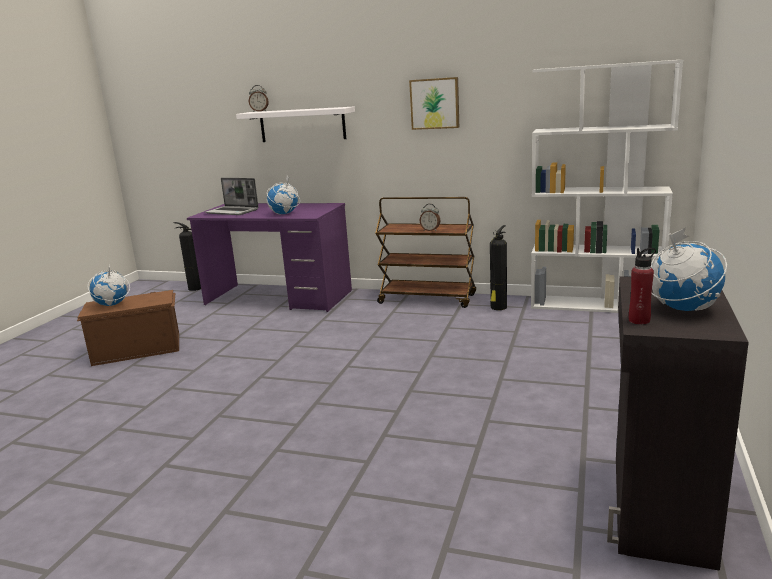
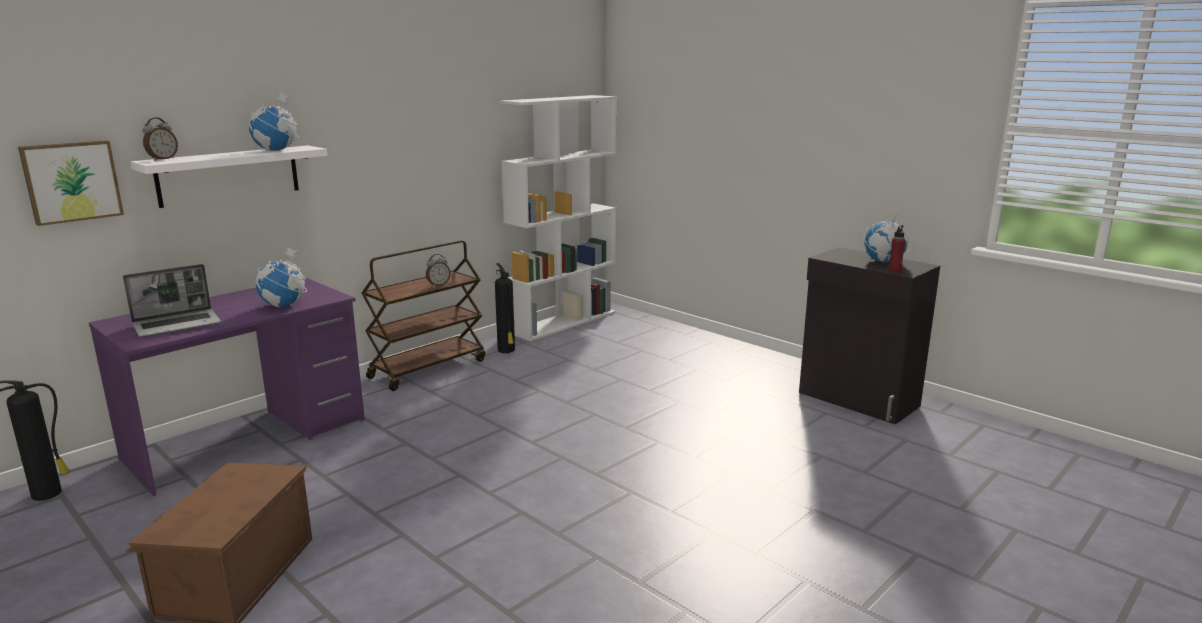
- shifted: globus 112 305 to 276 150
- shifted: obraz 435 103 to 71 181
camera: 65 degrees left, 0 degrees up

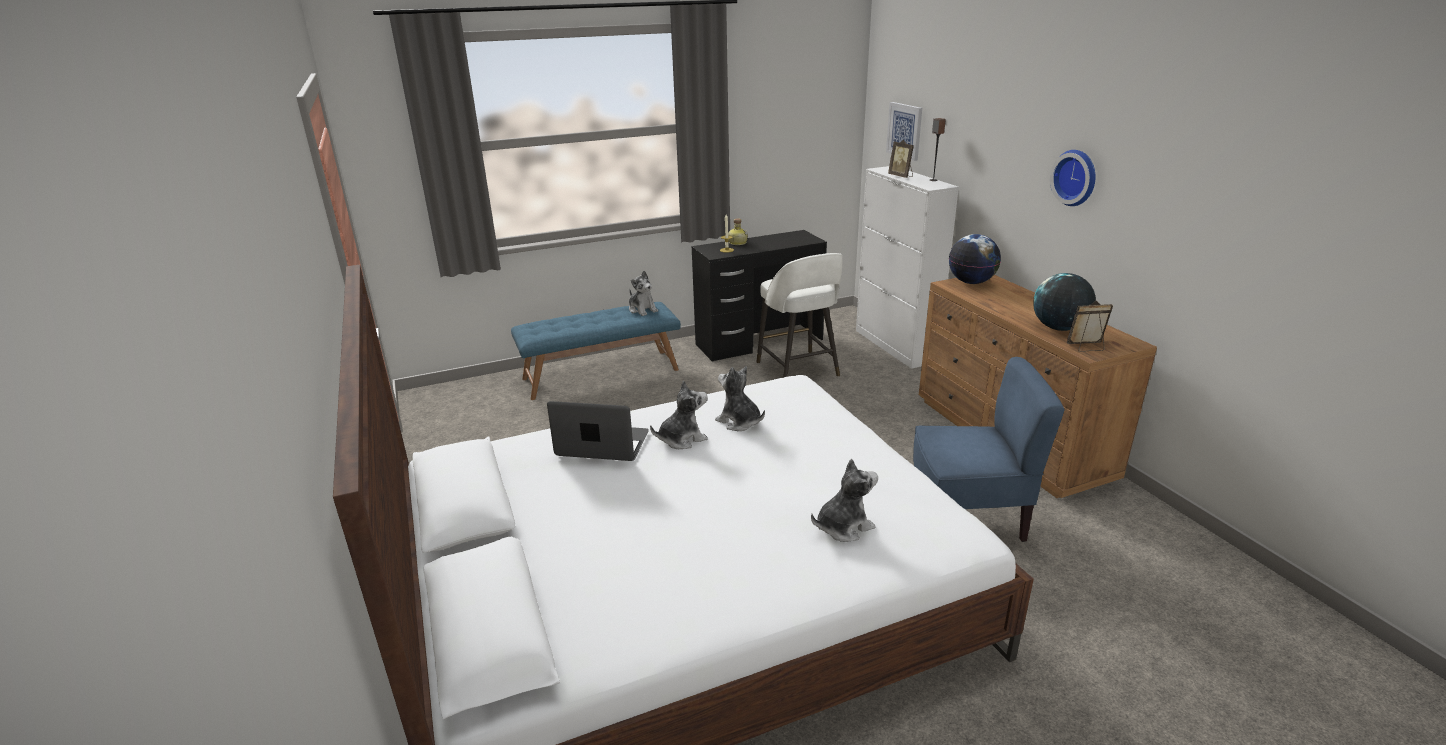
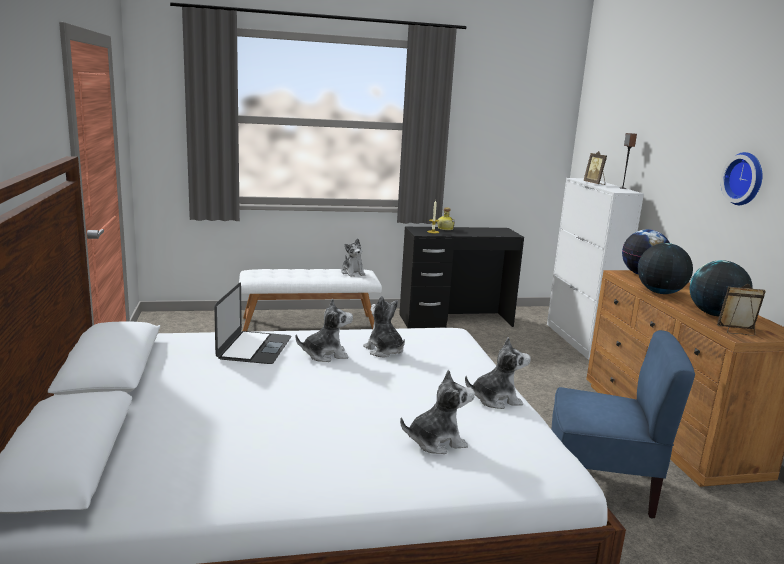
- repainted: ławka [niebieski] 601 374 to ławka [biały] 309 323
- rotated: laptop 602 444 = 254 347 75 degrees clockwise
- gone: stołek [biały] 798 370
- gone: obraz 905 130
- new: pluszak 496 399
- new: globus 660 293
camera: 10 degrees right, 10 degrees down

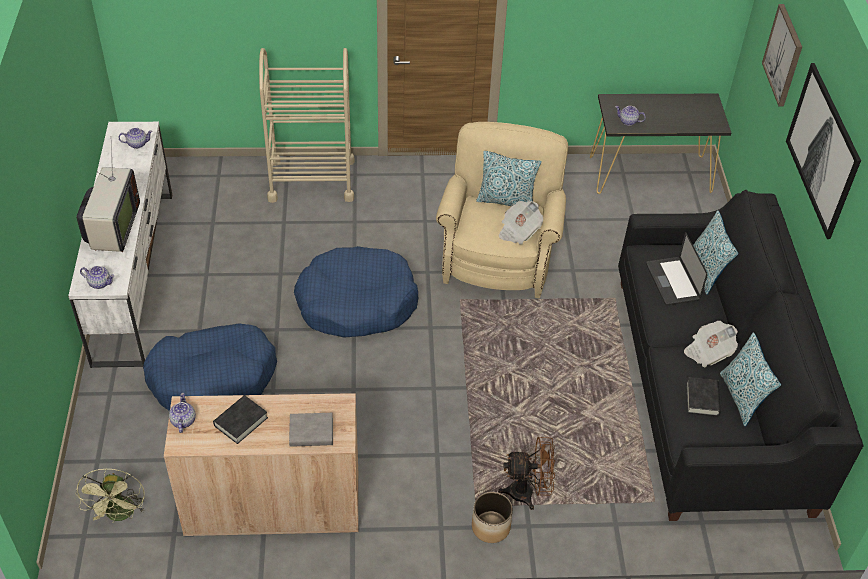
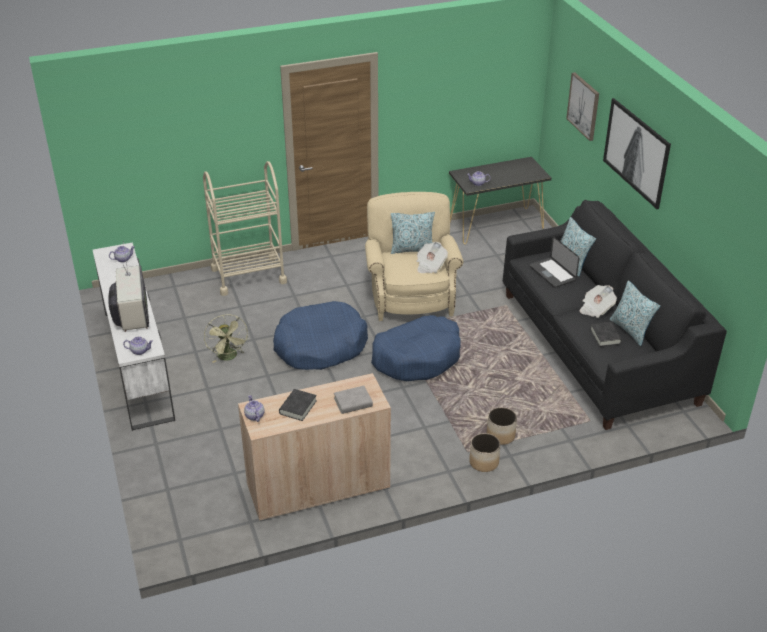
- shifted: wentylator [zielony] 120 515 to 229 357
- shifted: legowisko [niebieski] 213 378 to 417 357
- swapped: wentylator [brązowy] 528 493 to donica 500 435
camera: 15 degrees left, 10 degrees down

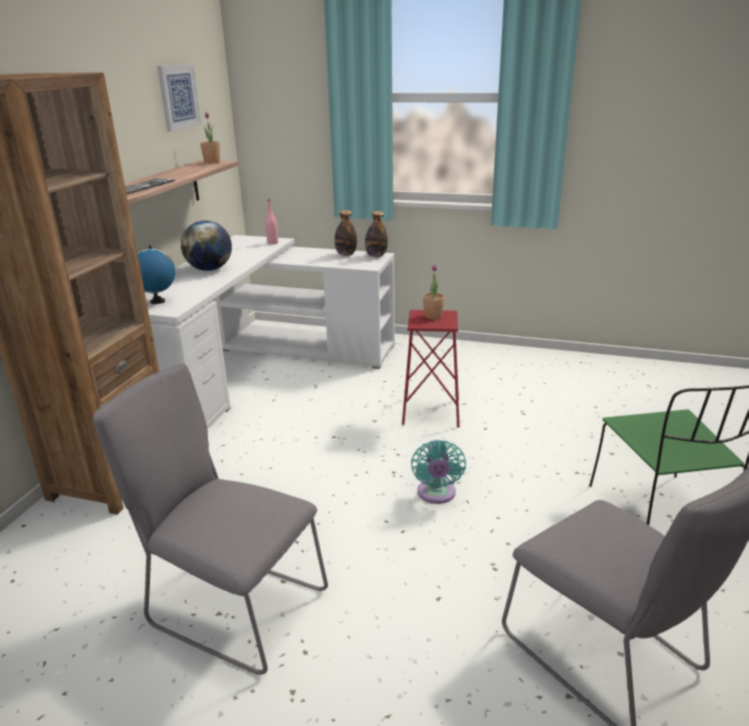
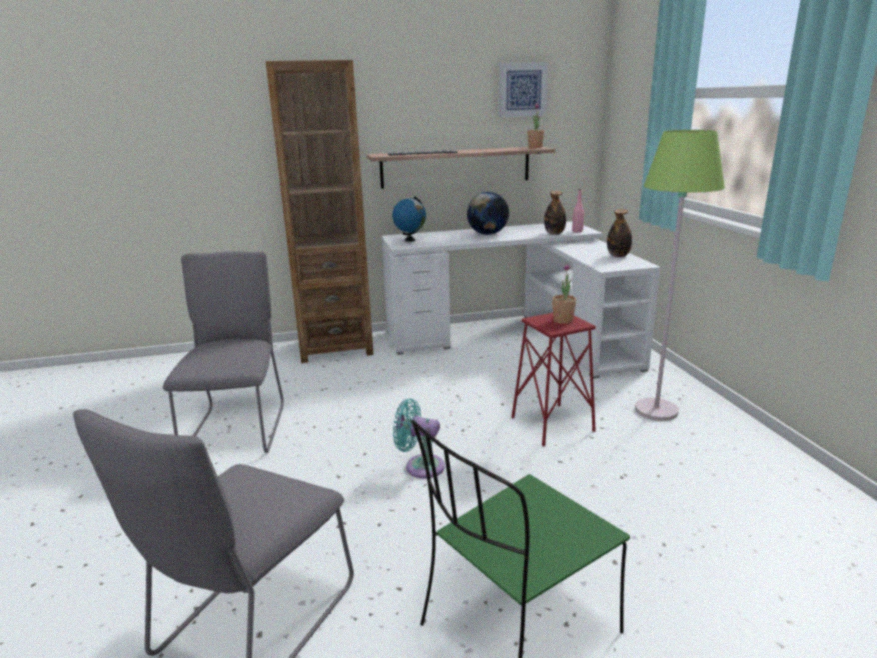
- shifted: butelka 376 256 to 554 233
- rotated: wentylator [turkusowy] 436 494 = 420 466 45 degrees clockwise
- new: lampa stojąca [zielony] 656 410
camera: 60 degrees right, 5 degrees down

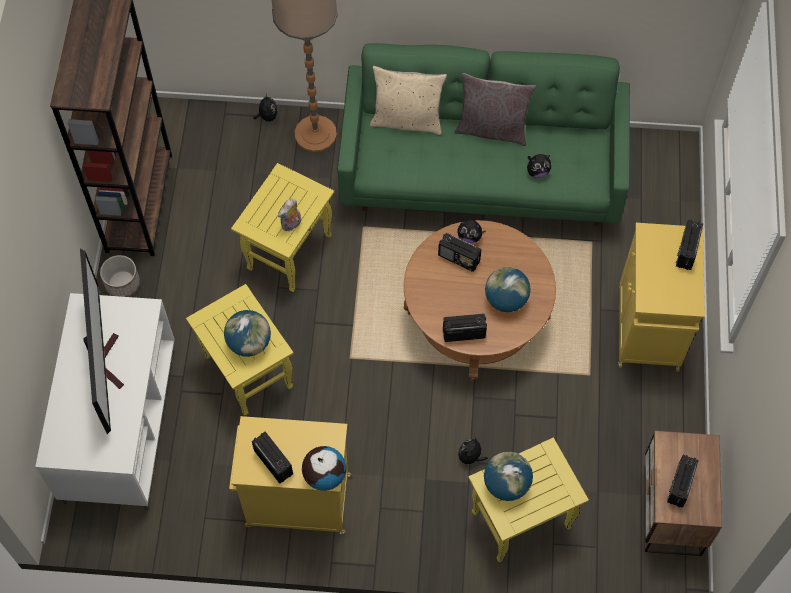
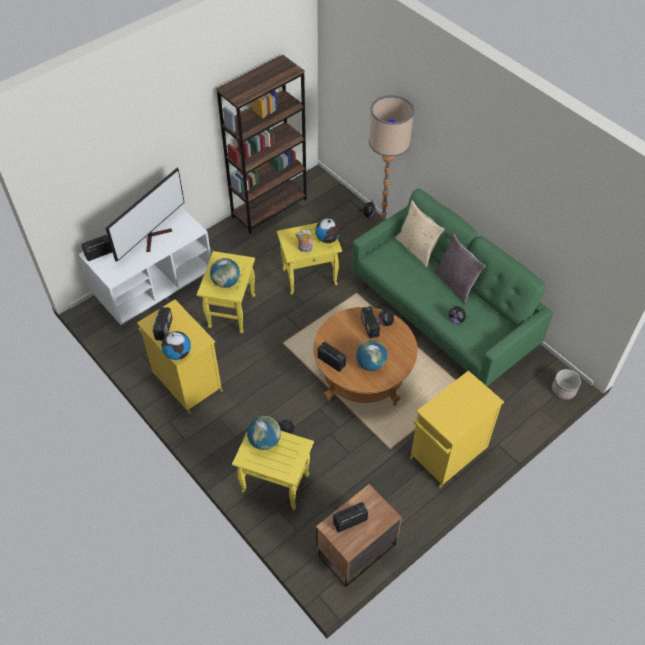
- shifted: donica 122 284 to 563 390
- shifted: radio 686 251 to 98 253
- new: globus 327 239
camera: 45 degrees right, 10 degrees down

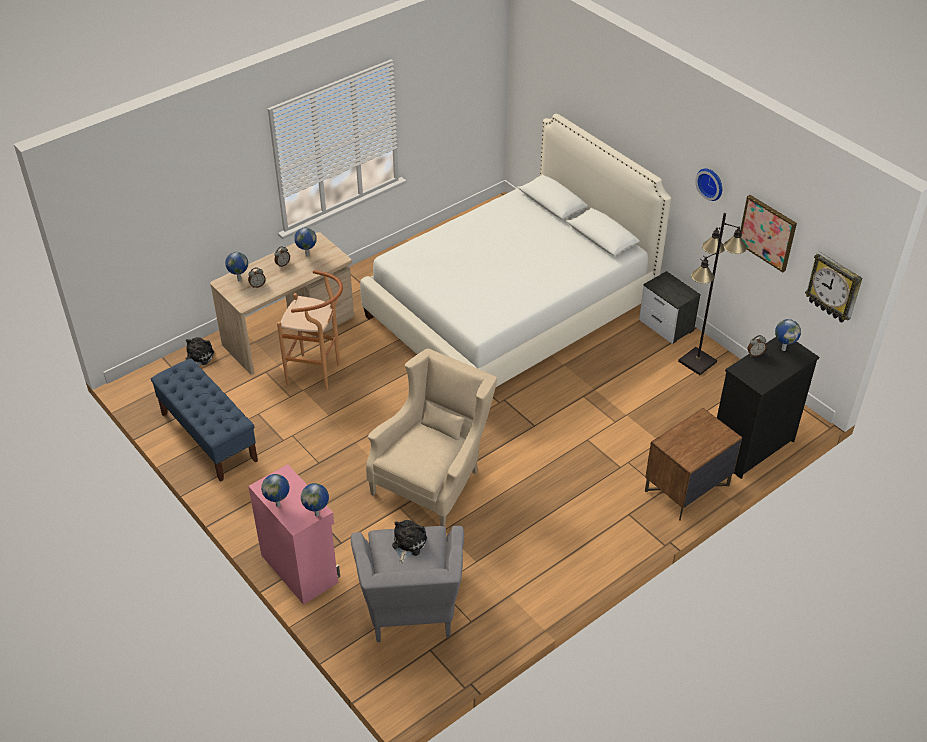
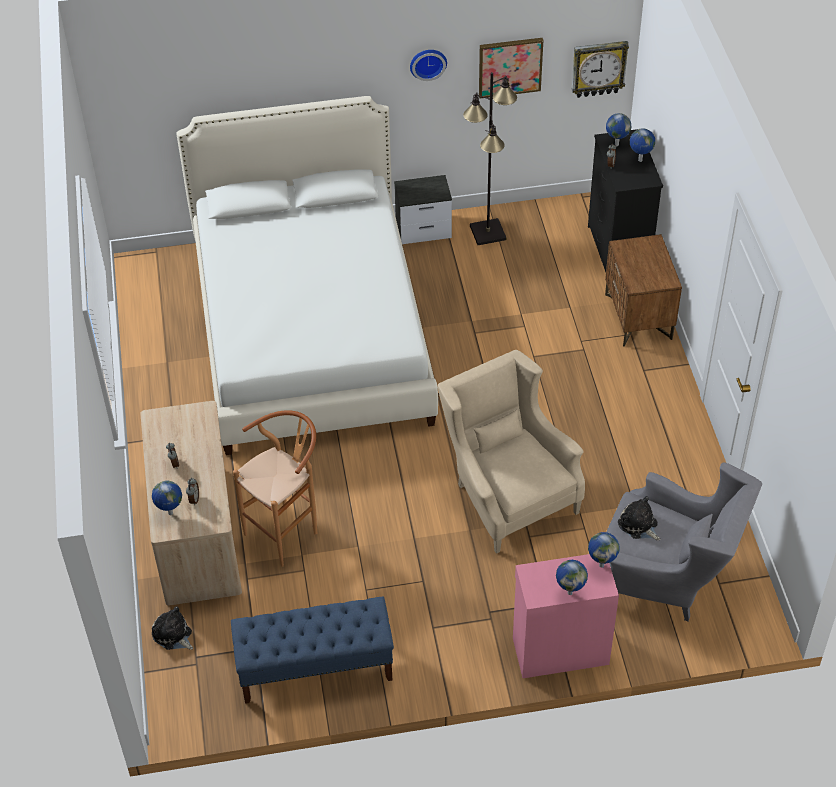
- shifted: globus 306 255 to 640 160
camera: 60 degrees left, 5 degrees up

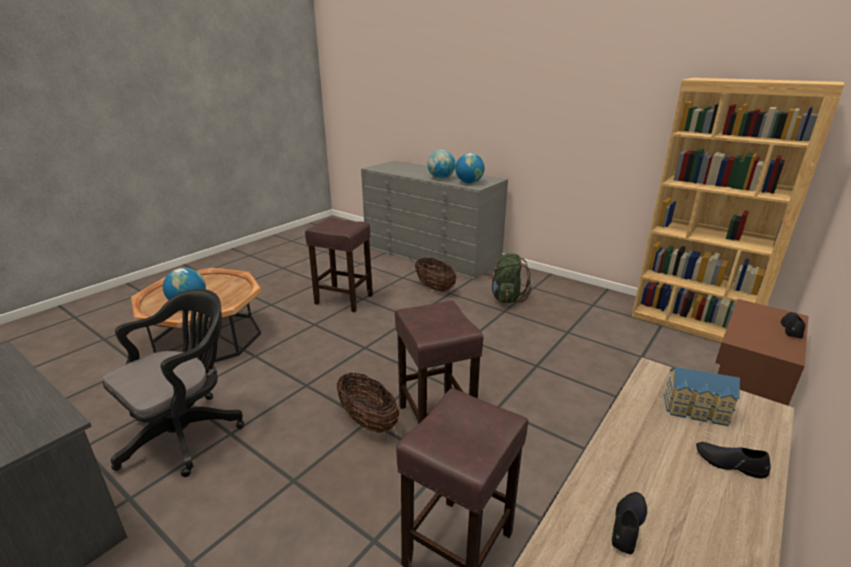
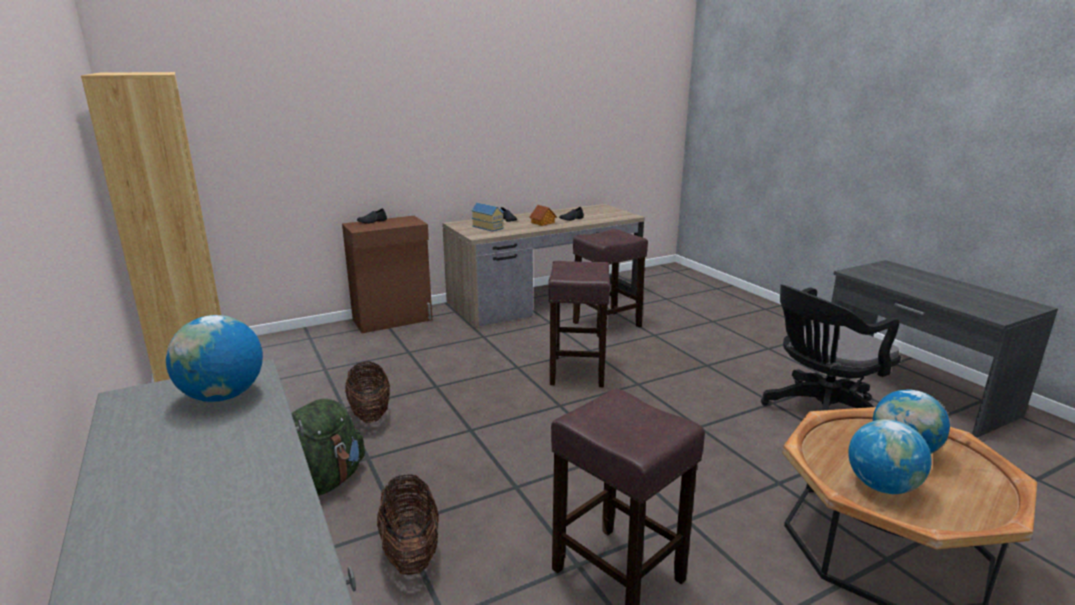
- shifted: koszyk 368 421 to 370 413
- shifted: globus 441 178 to 881 486
- new: domek 543 223
camera: 155 degrees left, 5 degrees down

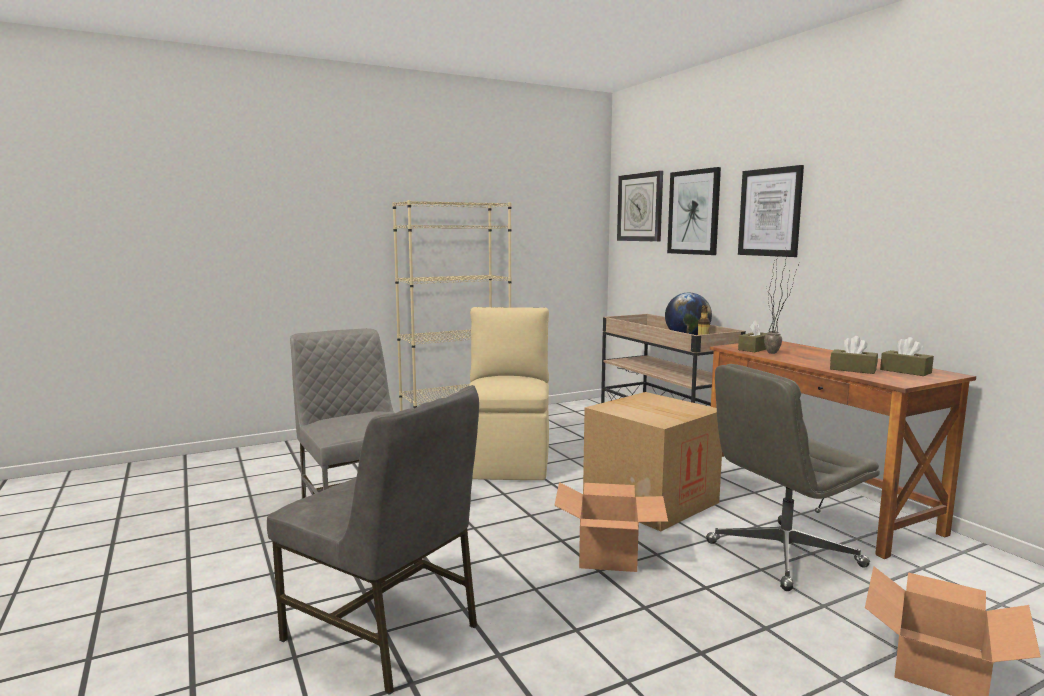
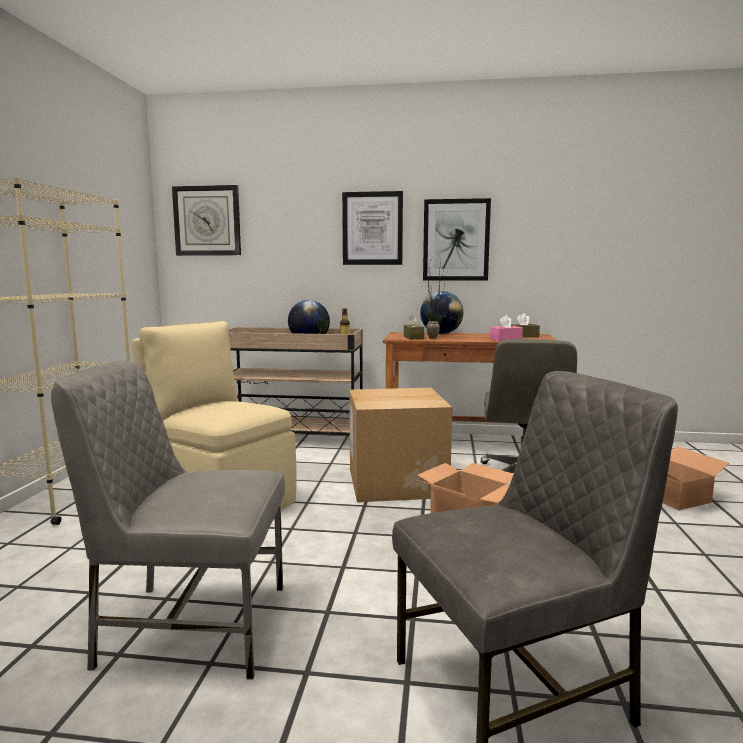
- shifted: obraz 694 212 to 456 240
- repainted: pudełko chusteczek [brązowy] 853 369 to pudełko chusteczek [różowy] 506 339
- new: globus 441 334
camera: 55 degrees left, 0 degrees up

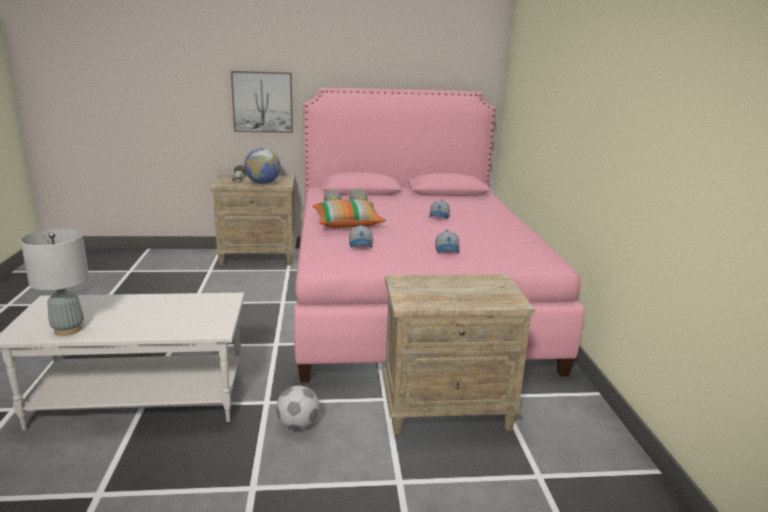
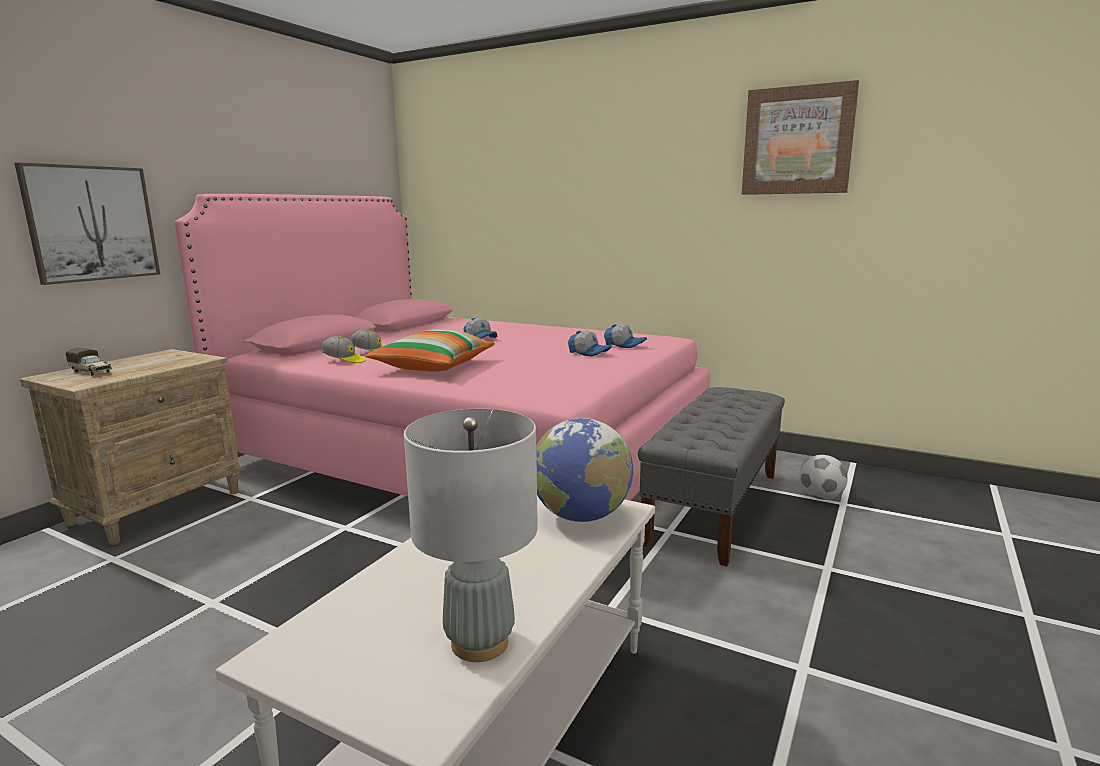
- shifted: globus 263 183 to 581 516
- shifted: piłka futbolowa 298 425 to 821 497
- shifted: czapka z daszkiem 361 244 to 624 345
- swapped: szafka nocna [beżowy] 448 409 to ławka [szary] 714 506
- new: obraz 797 141
camera: 55 degrees left, 5 degrees down

